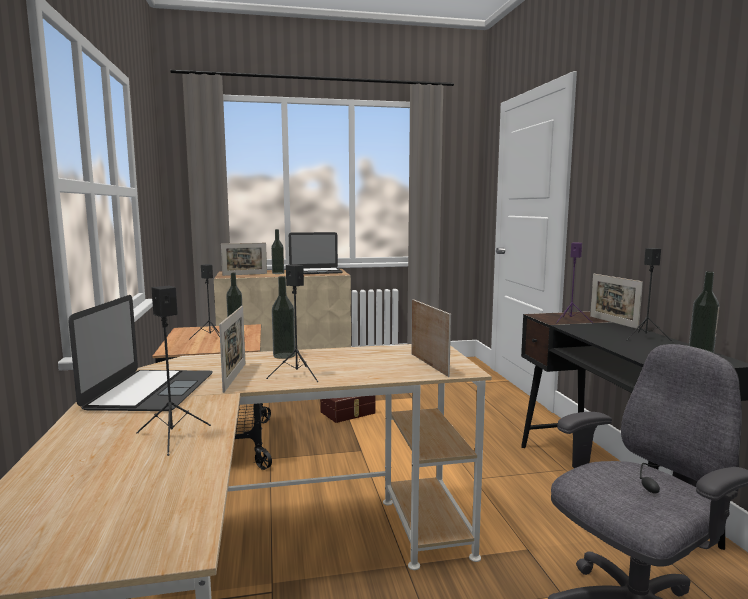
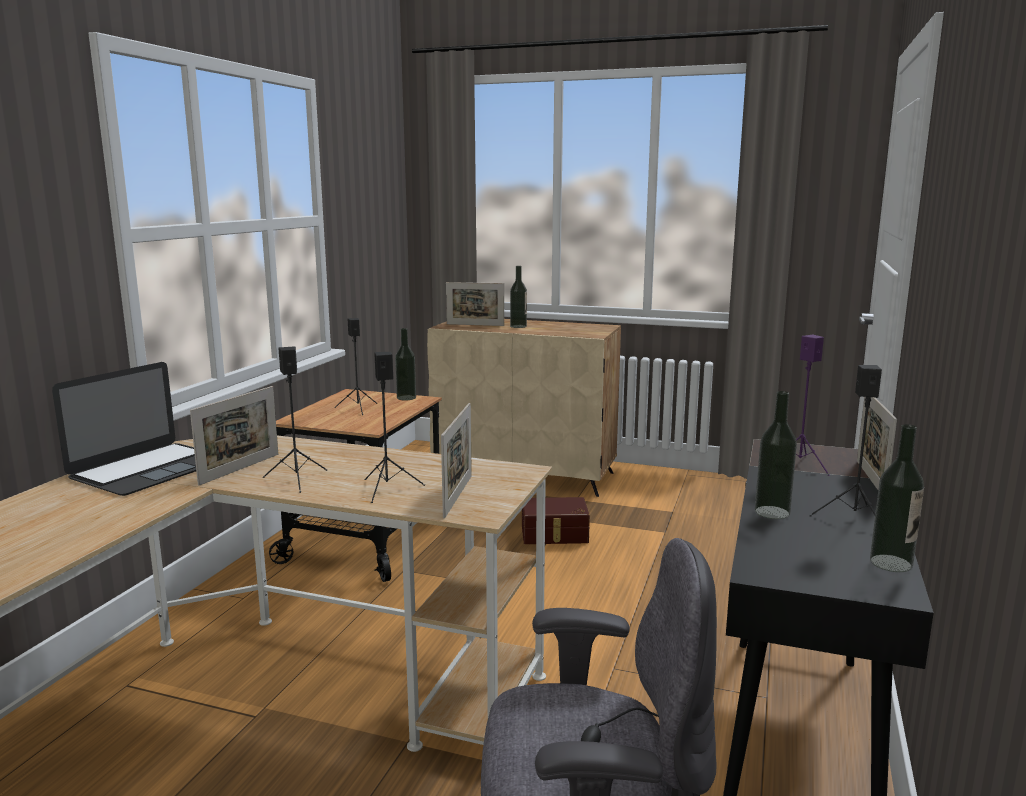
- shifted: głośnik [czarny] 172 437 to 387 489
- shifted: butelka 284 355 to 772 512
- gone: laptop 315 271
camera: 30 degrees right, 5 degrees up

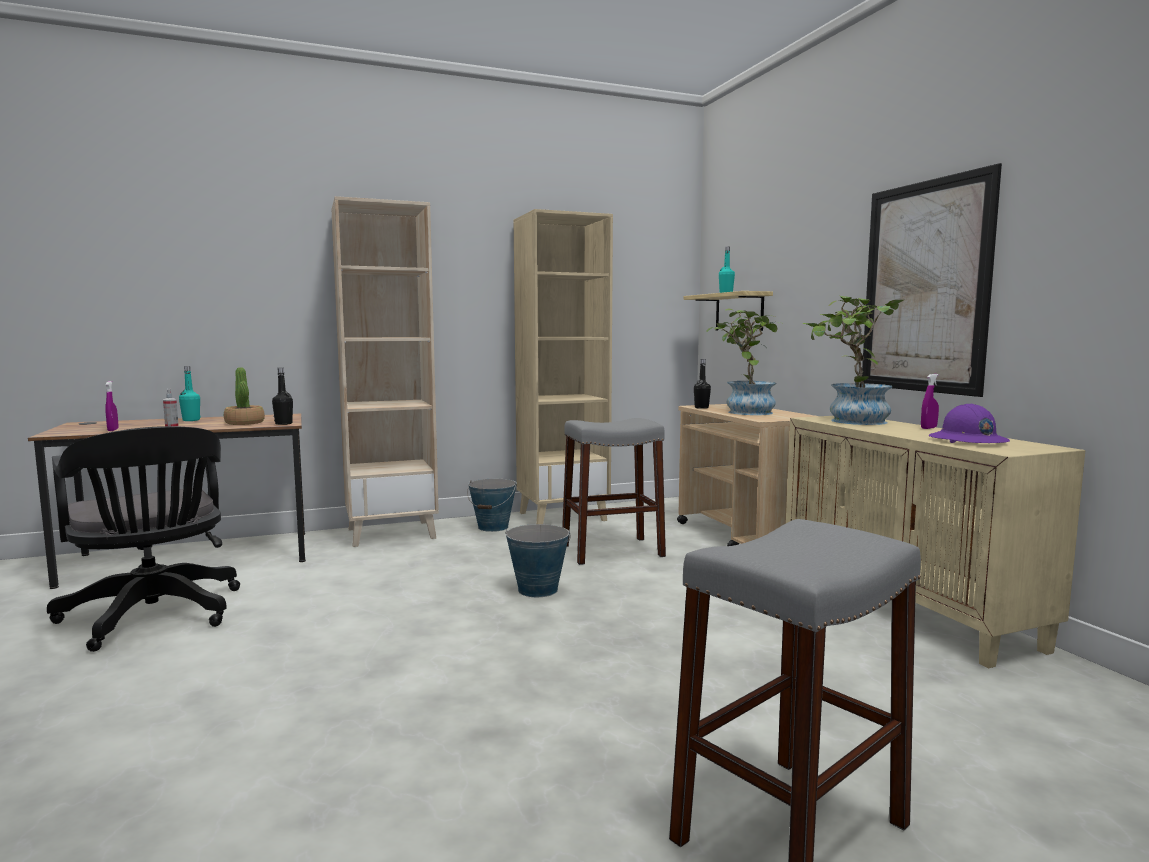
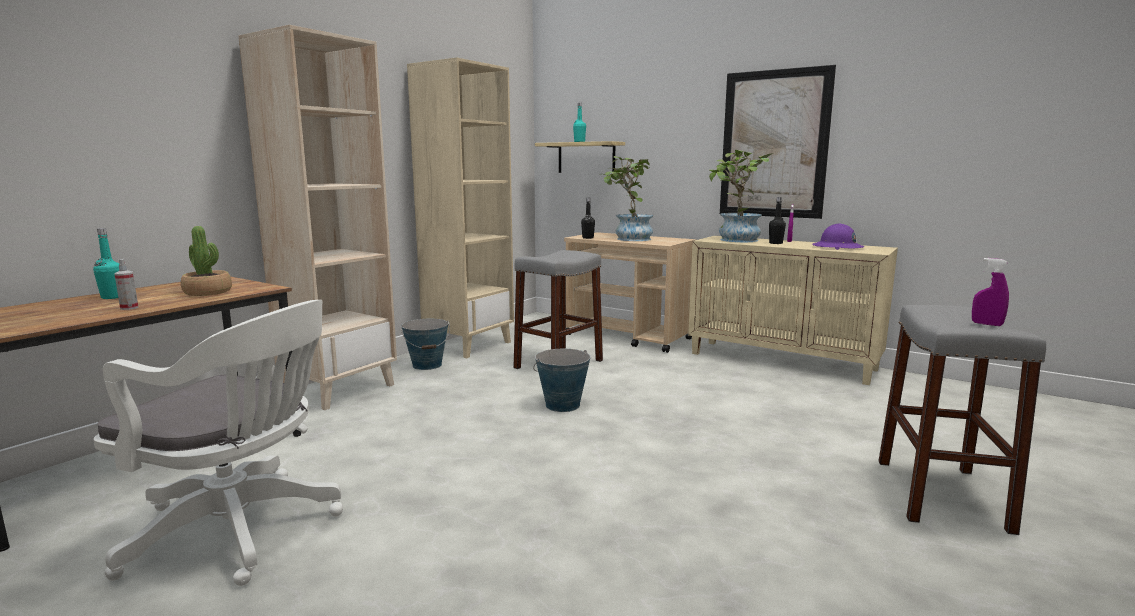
- repainted: krzesło biurowe [czarny] 154 617 to krzesło biurowe [biały] 241 531
- shifted: spryskiwacz [fioletowy] 113 430 to 987 324
- shifted: butelka [czarny] 283 424 to 775 243
camera: 35 degrees left, 5 degrees up

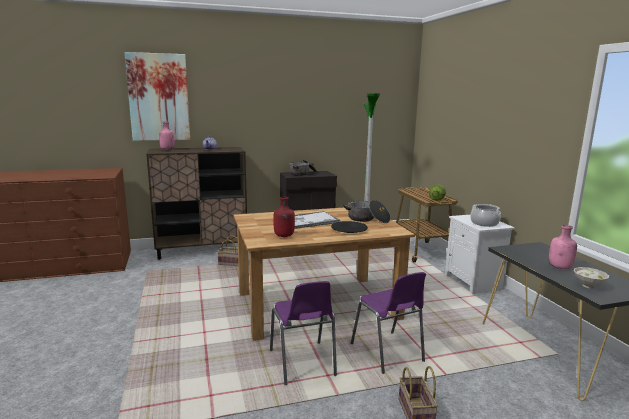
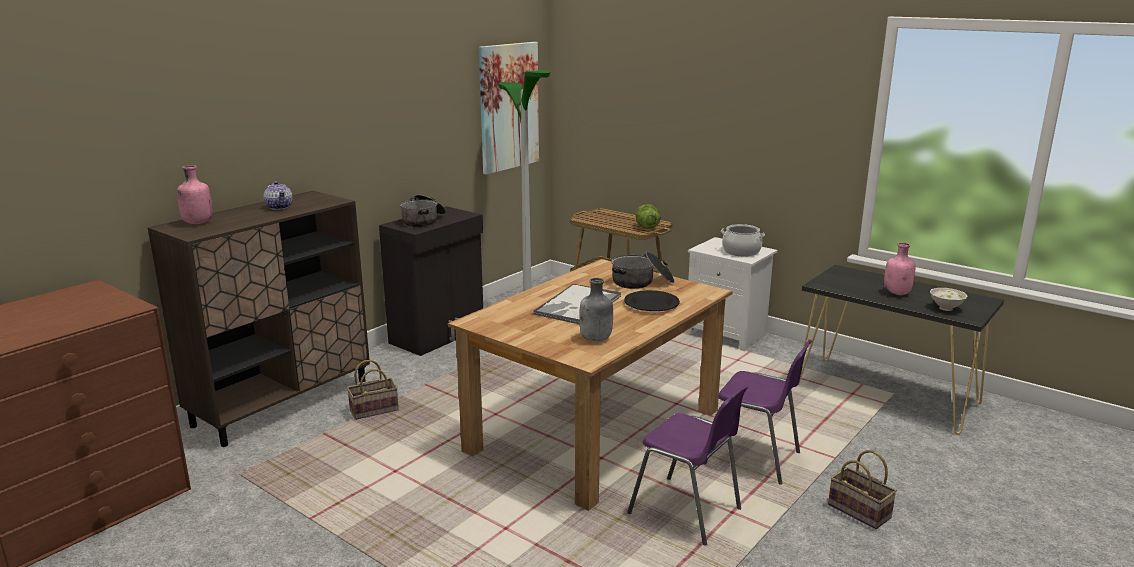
- shifted: obraz 158 97 to 508 107
- repainted: butelka [czerwony] 284 236 to butelka [szary] 596 339
camera: 35 degrees left, 5 degrees up

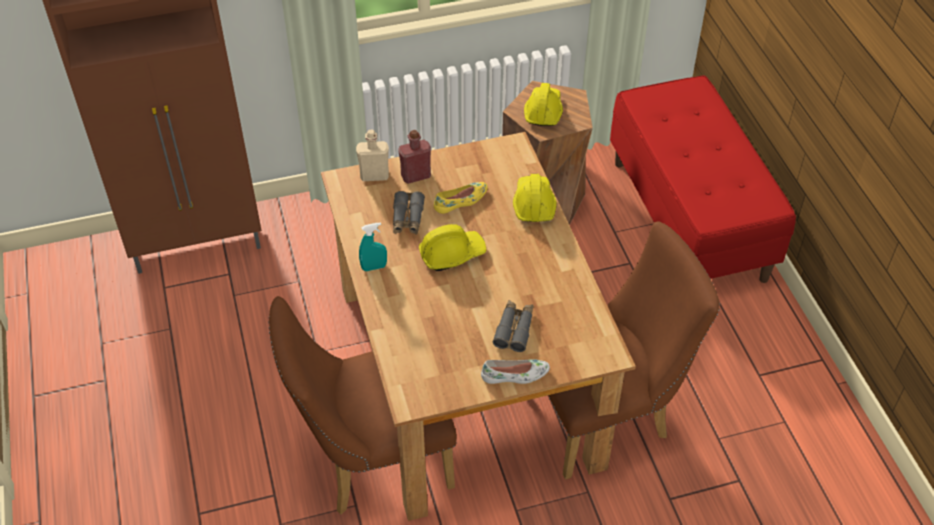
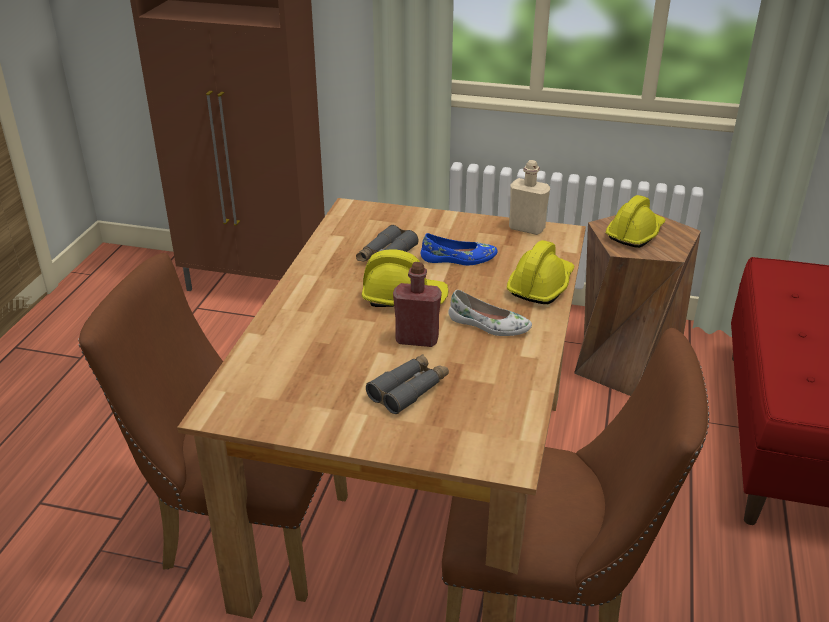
- shifted: butelka [beżowy] 374 176 to 526 228
- gone: spryskiwacz [turkusowy] 374 267
- shifted: butelka [czerwony] 416 176 to 417 339
- repainted: but [żółty] 461 201 to but [niebieski] 458 259
- shifted: but [biały] 515 375 to 488 325
camera: 30 degrees right, 15 degrees down

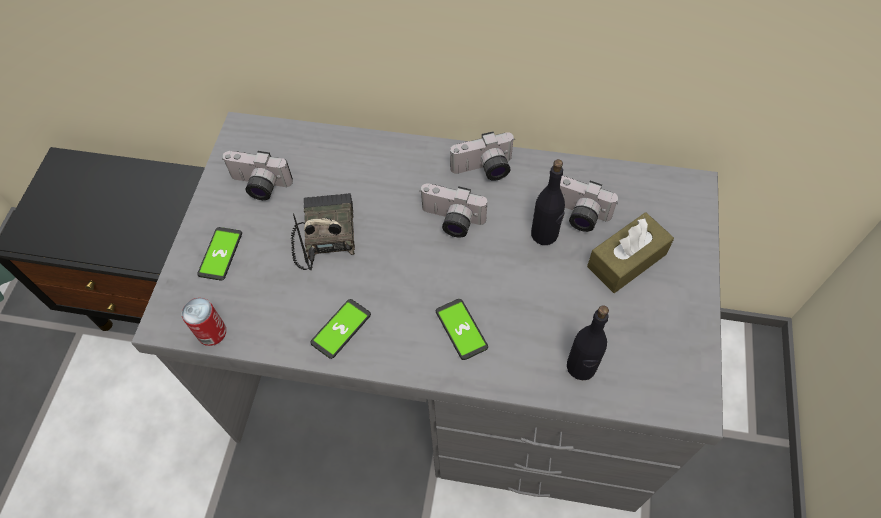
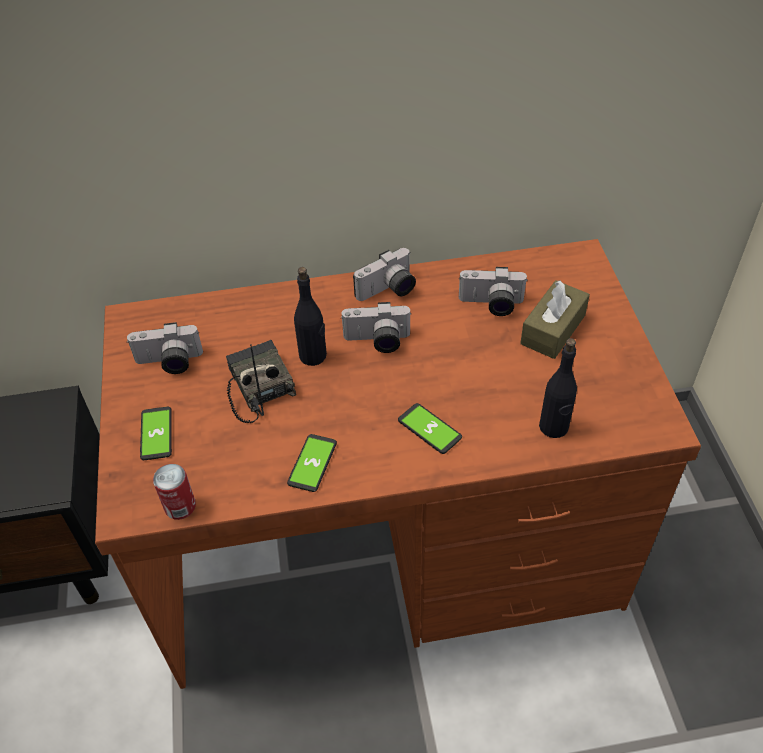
- repainted: biurko [szary] 448 380 to biurko [brązowy] 389 548
- shifted: butelka [czarny] 544 234 to 313 356
camera: 20 degrees left, 10 degrees down

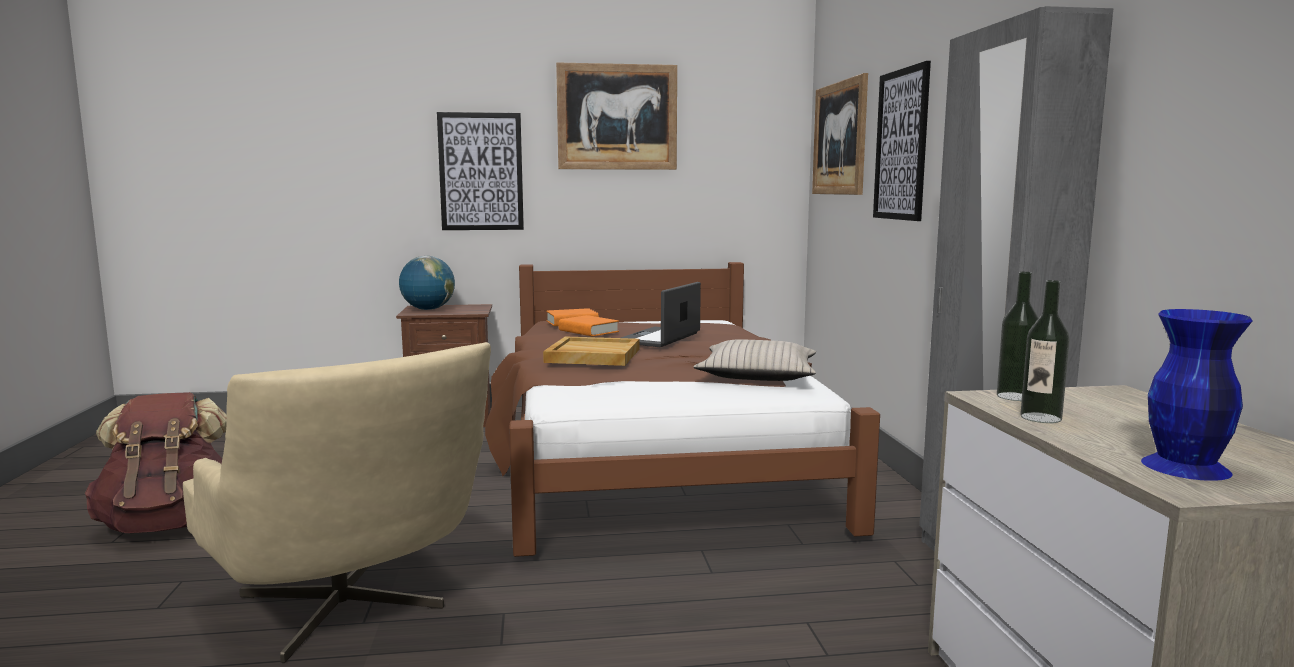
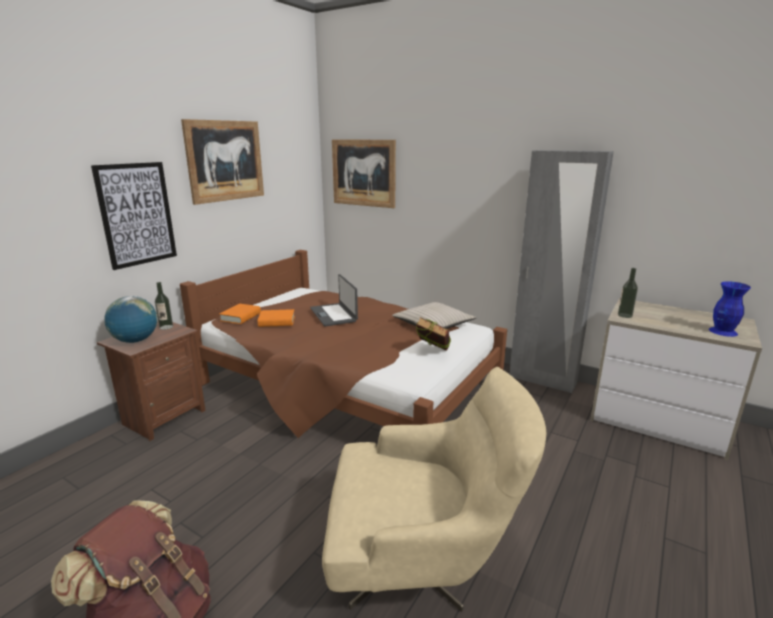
- gone: taca [beżowy] 592 355
- gone: obraz 901 145
- shifted: butelka 1040 418 to 166 327
- new: książka 432 353
camera: 50 degrees left, 10 degrees up

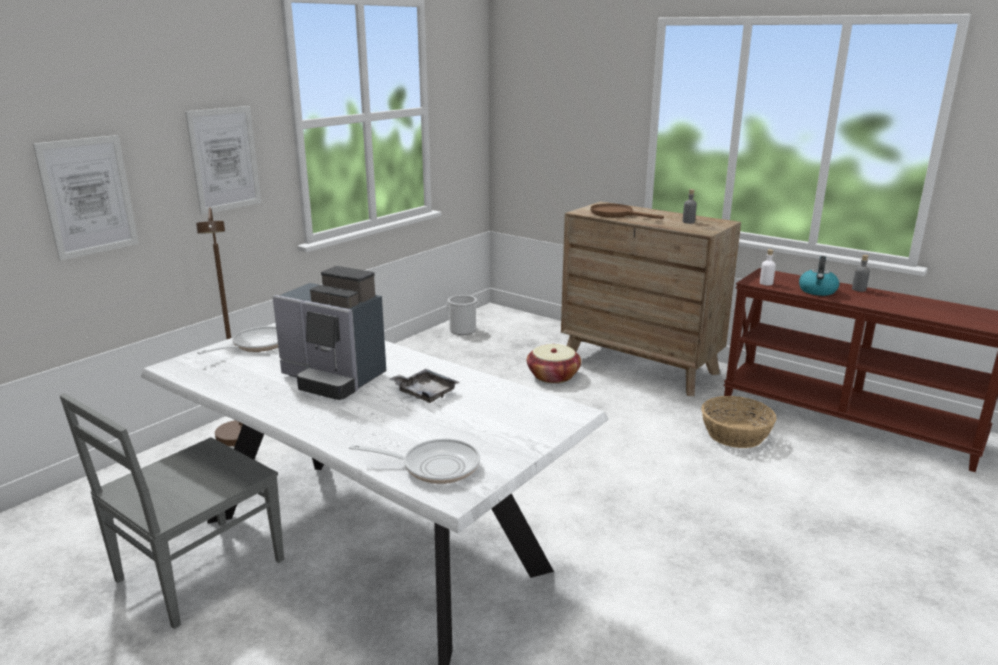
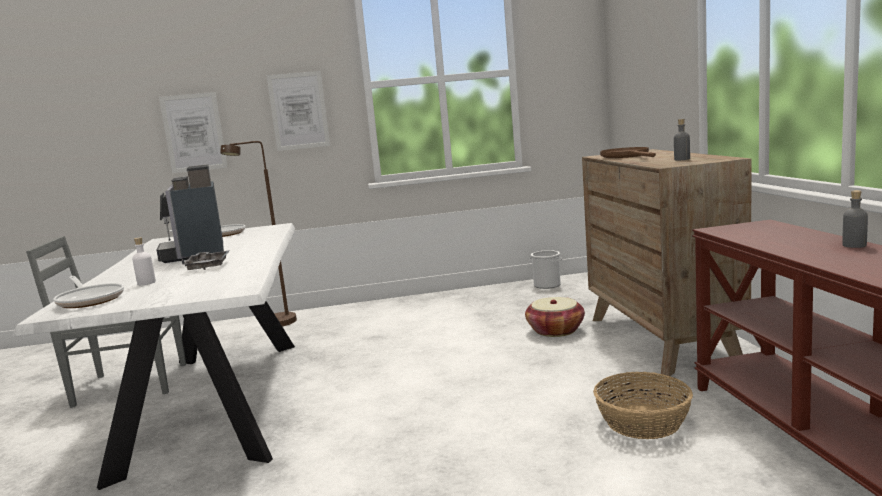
- shifted: butelka [biały] 766 283 to 146 283
- gone: czajnik 817 291
camera: 45 degrees right, 10 degrees down

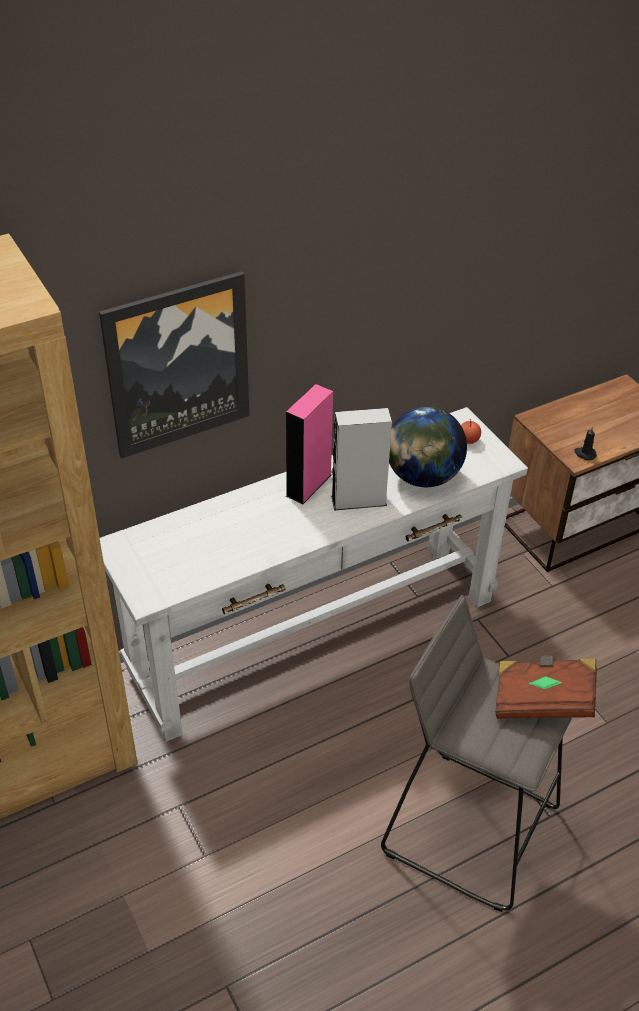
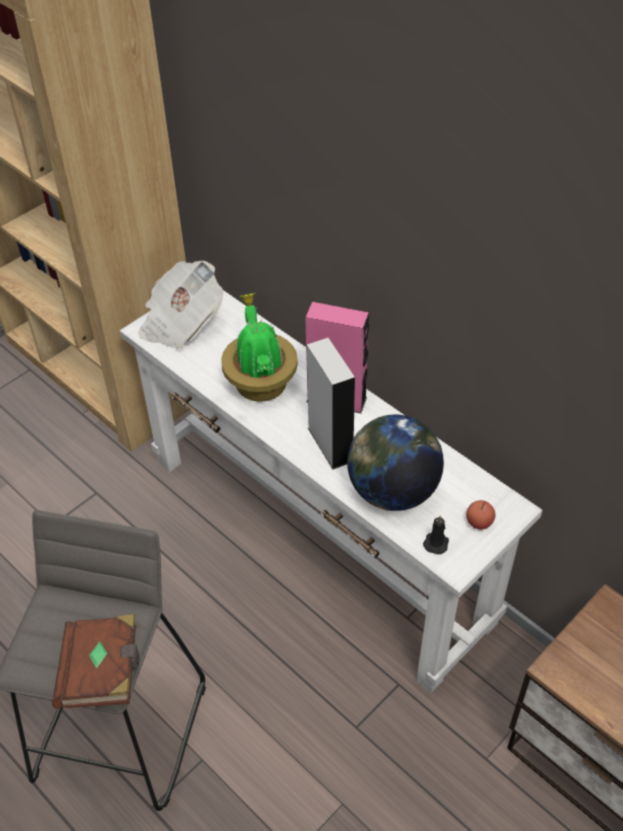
- gone: obraz 177 364
- shifted: świeca [czarny] 584 454 to 436 542
- new: gazeta 181 322
- new: roślina doniczkowa 260 381
camera: 75 degrees right, 5 degrees up

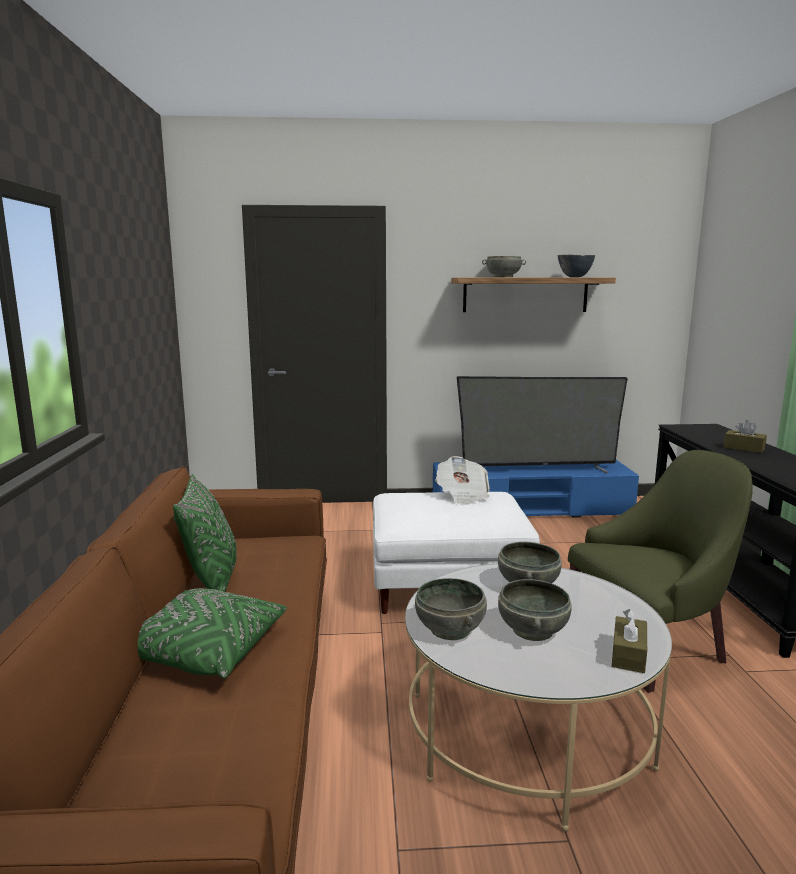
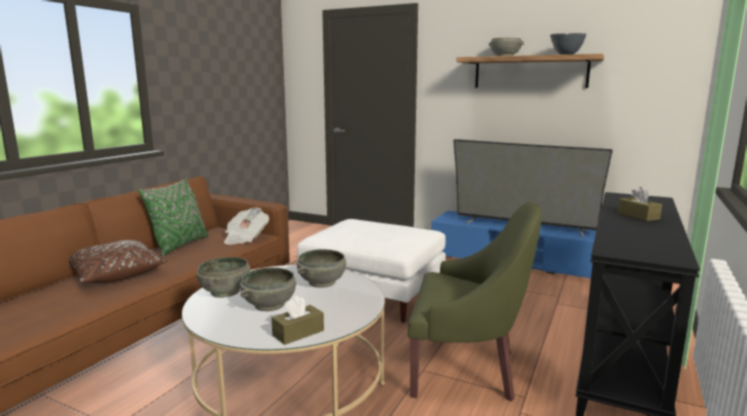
- repainted: poduszka [zielony] 203 651 to poduszka [brązowy] 115 274
- shifted: gazeta 462 495 to 245 238
camera: 30 degrees right, 0 degrees up

